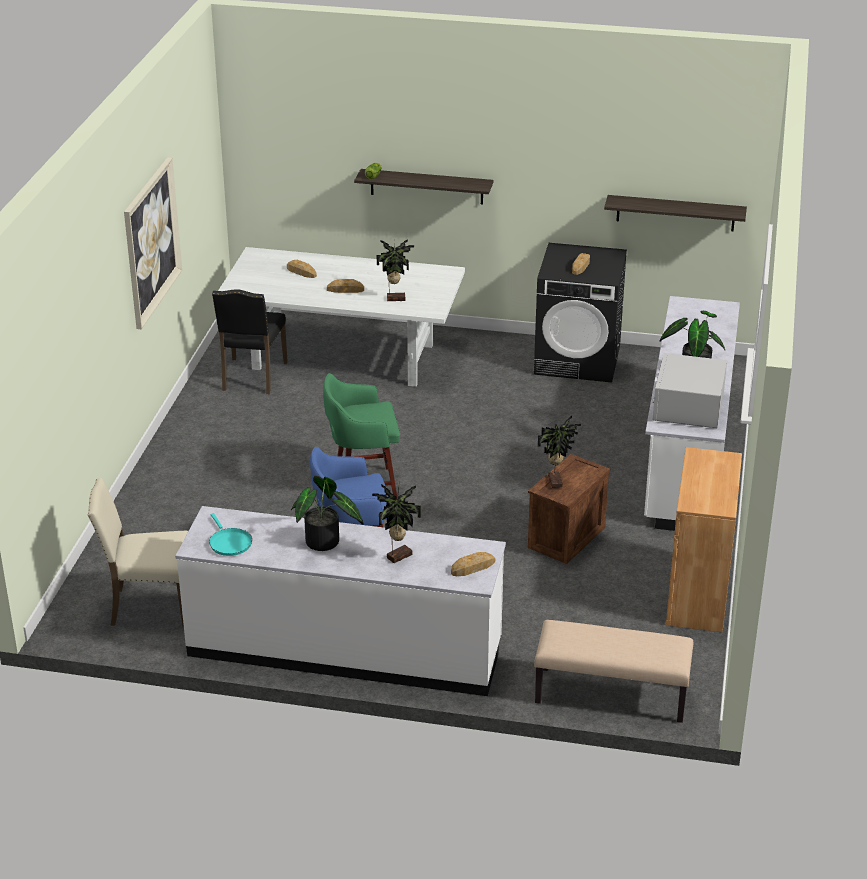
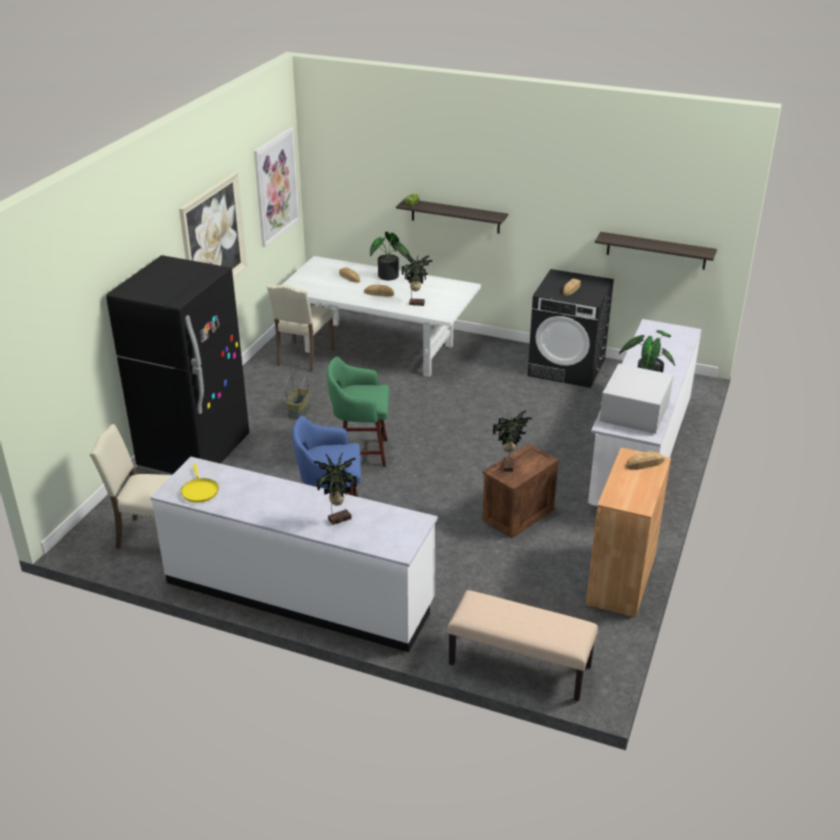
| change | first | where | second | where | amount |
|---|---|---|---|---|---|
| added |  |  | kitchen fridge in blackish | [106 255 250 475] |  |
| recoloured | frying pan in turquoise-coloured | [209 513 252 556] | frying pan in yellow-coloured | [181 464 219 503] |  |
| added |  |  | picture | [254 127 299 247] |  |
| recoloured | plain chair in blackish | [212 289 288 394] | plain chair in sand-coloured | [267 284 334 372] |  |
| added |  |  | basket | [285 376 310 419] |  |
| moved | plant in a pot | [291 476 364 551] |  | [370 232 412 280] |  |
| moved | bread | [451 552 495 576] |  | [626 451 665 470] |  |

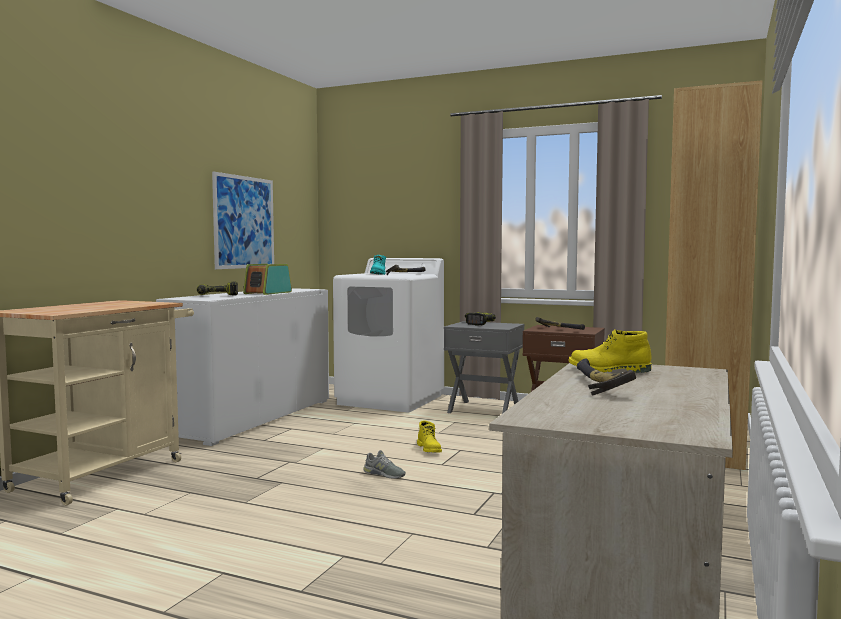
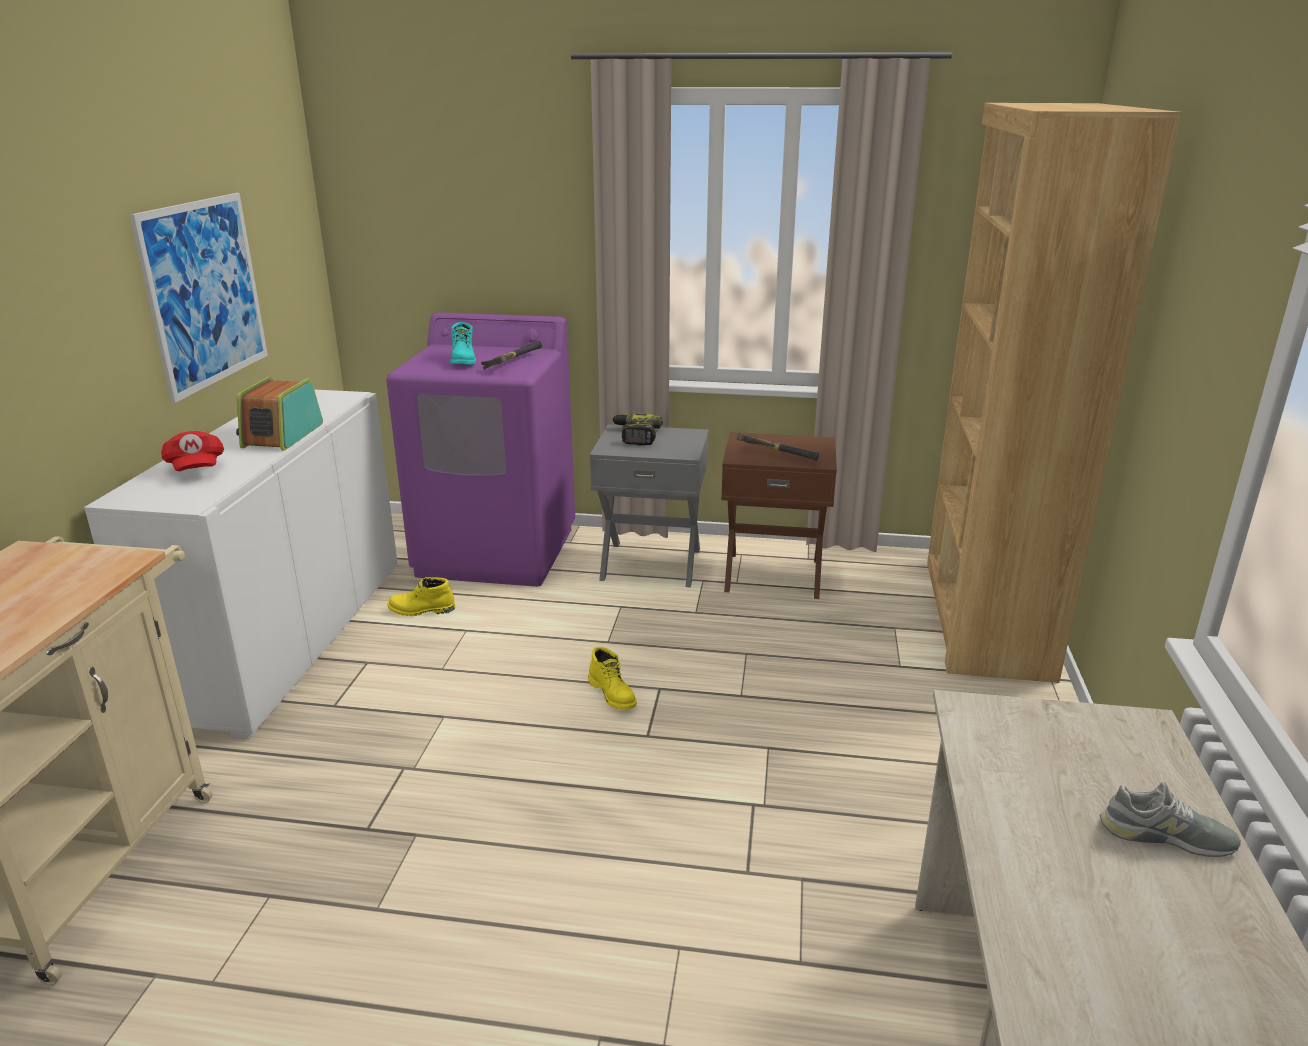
| change | first | where | second | where | amount |
|---|---|---|---|---|---|
| replaced | power drill | [197 282 238 295] | baseball cap in reddish | [161 431 224 471] |  |
| recoloured | laundry machine in white | [333 258 444 412] | laundry machine in purple-coloured | [386 312 575 587] |  |
| moved | tall boot in yellow-coloured | [568 329 651 373] |  | [388 577 455 616] |  |
| moved | shoe in grey | [363 450 406 478] |  | [1099 782 1241 857] |  |
| removed | hammer | [577 358 636 395] |  |  |  |

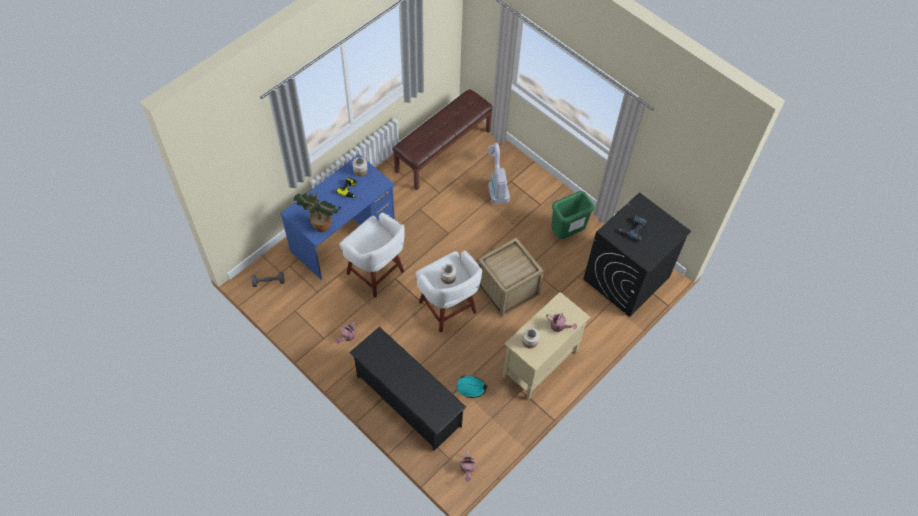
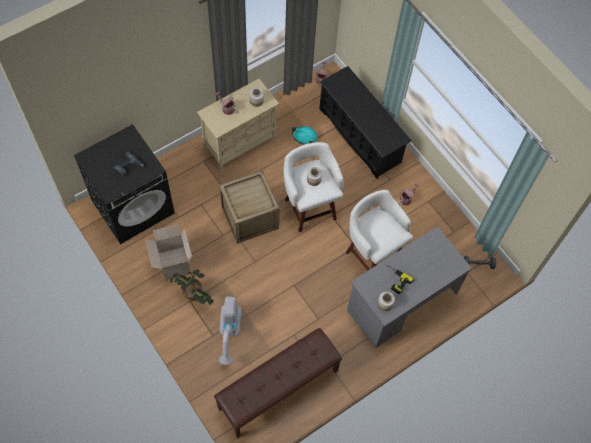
| change | first | where | second | where | amount |
|---|---|---|---|---|---|
| replaced | trash can in greenish | [551 191 595 239] | packing box | [145 225 192 281] |  |
| moved | plant in a pot | [293 192 341 232] |  | [170 270 213 305] |  |
| recoloured | desk in bluish | [280 154 395 279] | desk in grey | [347 226 472 349] |  |

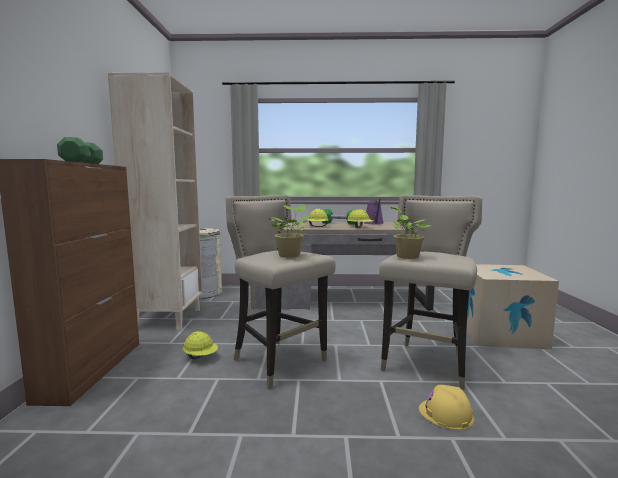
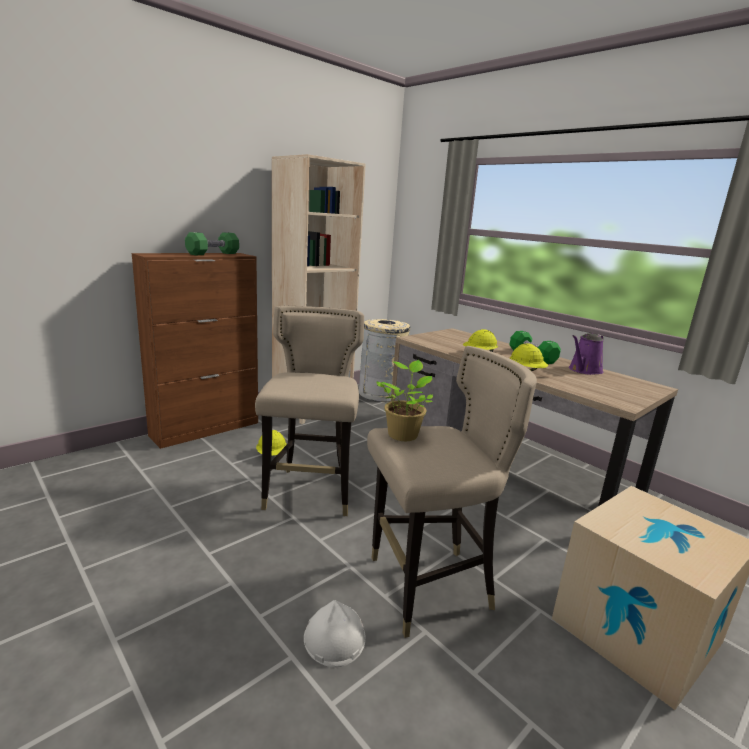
| change | first | where | second | where | amount |
|---|---|---|---|---|---|
| recoloured | safety helmet in yellow-coloured | [419 385 475 430] | safety helmet in white | [304 600 366 667] |  |
| removed | plant in a pot | [268 205 311 258] |  |  |  |

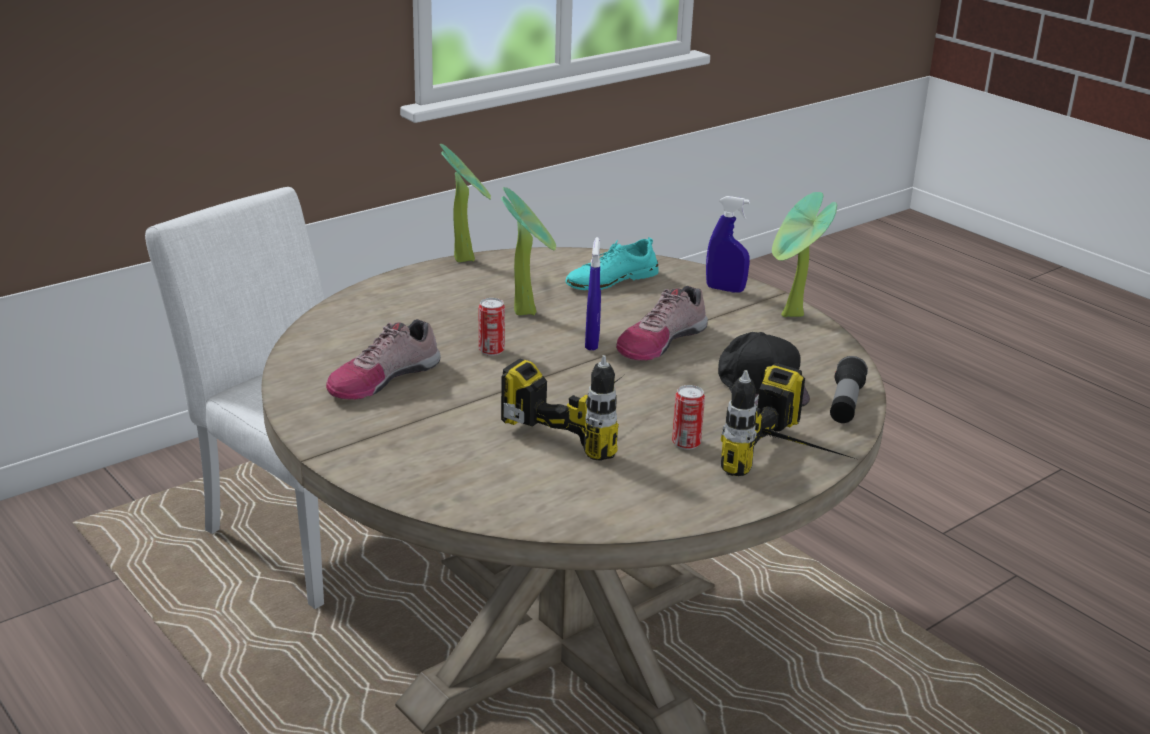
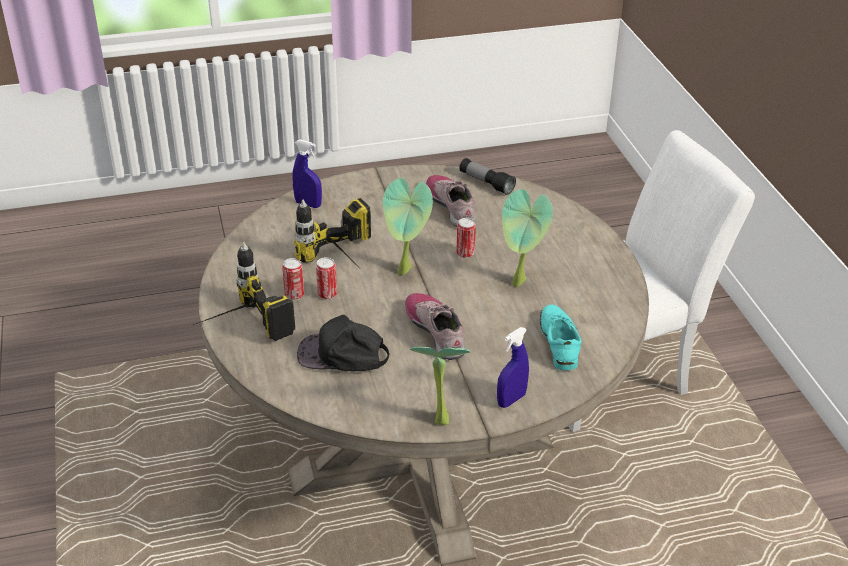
| change | first | where | second | where | amount |
|---|---|---|---|---|---|
| moved | sprayer in bluish | [585 237 601 350] |  | [292 139 322 208] |  |
| added |  |  | sealed can | [316 257 337 299] |  |
| moved | plant in a pot | [439 144 491 262] |  | [383 178 433 275] |  |
| moved | torch | [830 356 868 423] |  | [459 158 516 195] |  |

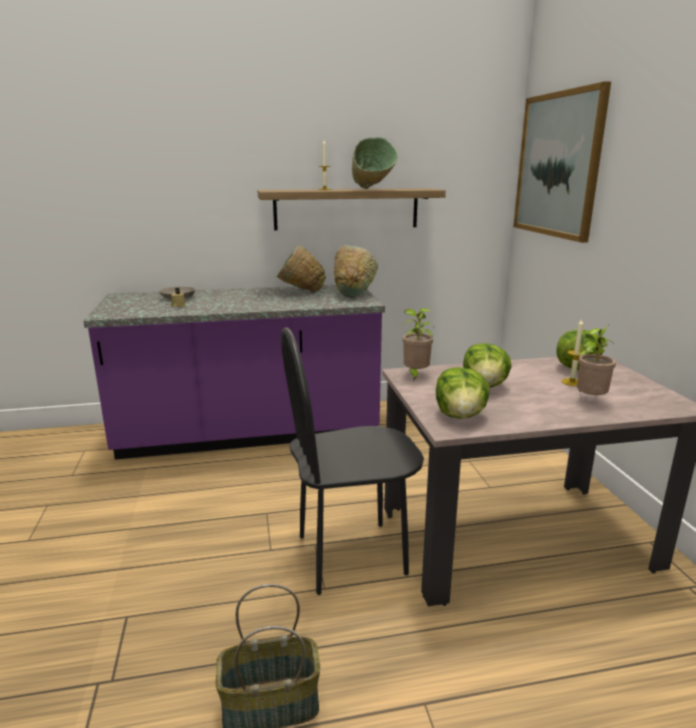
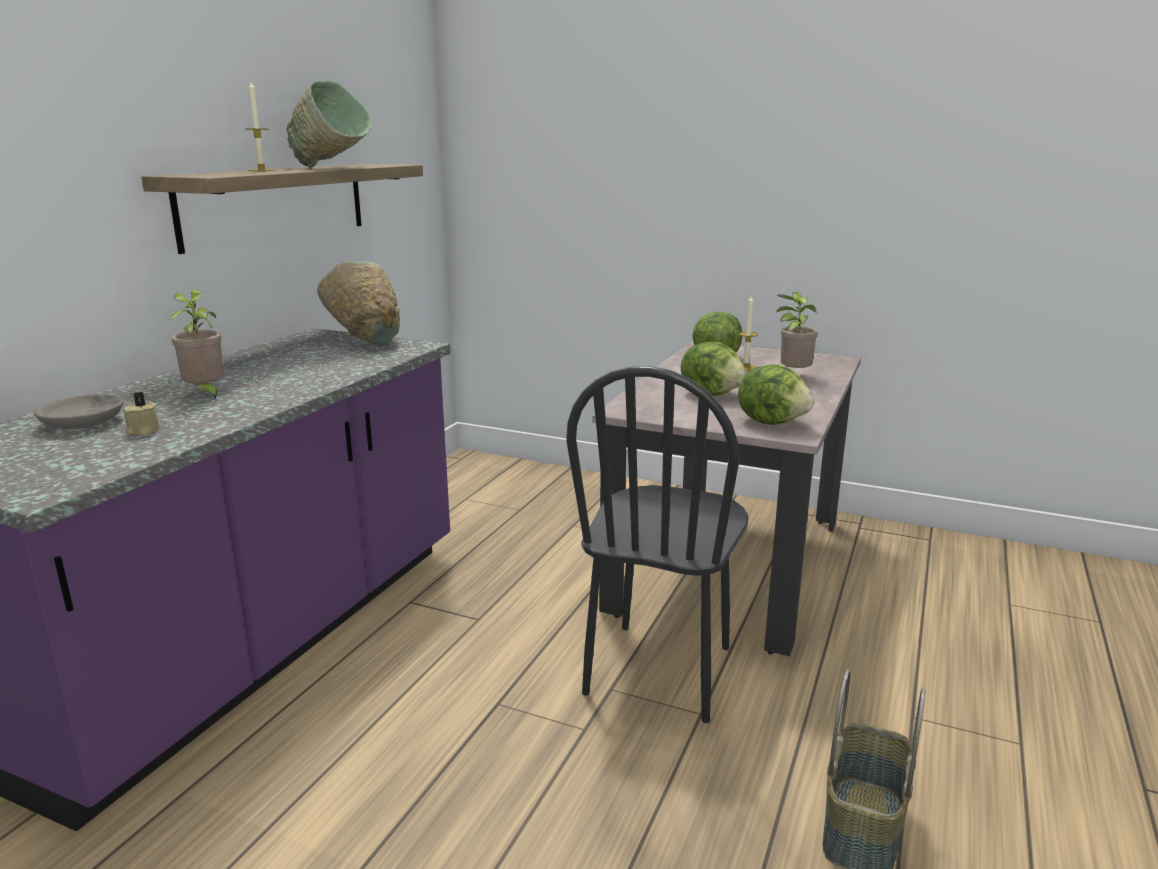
| change | first | where | second | where | amount |
|---|---|---|---|---|---|
| moved | plant in a pot | [402 308 434 381] |  | [168 290 224 399] |  |
| removed | deep dish in greenish | [276 245 326 293] |  |  |  |
| removed | picture | [514 81 611 243] |  |  |  |

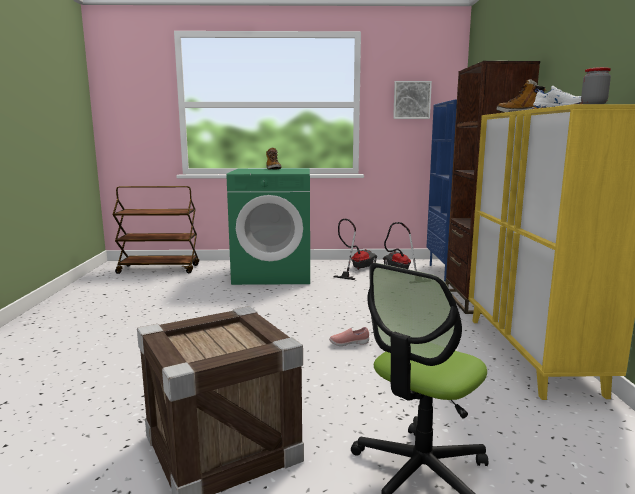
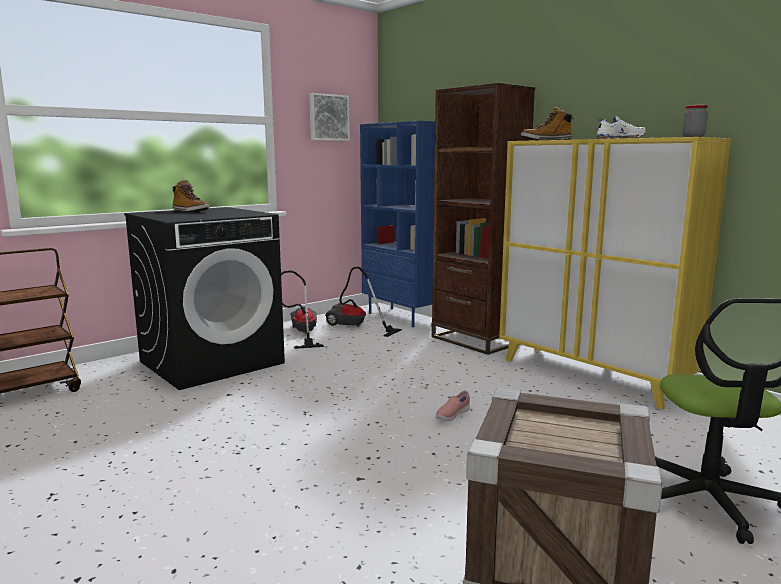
| change | first | where | second | where | amount |
|---|---|---|---|---|---|
| recoloured | laundry machine in greenish | [226 168 310 285] | laundry machine in blackish | [124 207 285 390] |  |

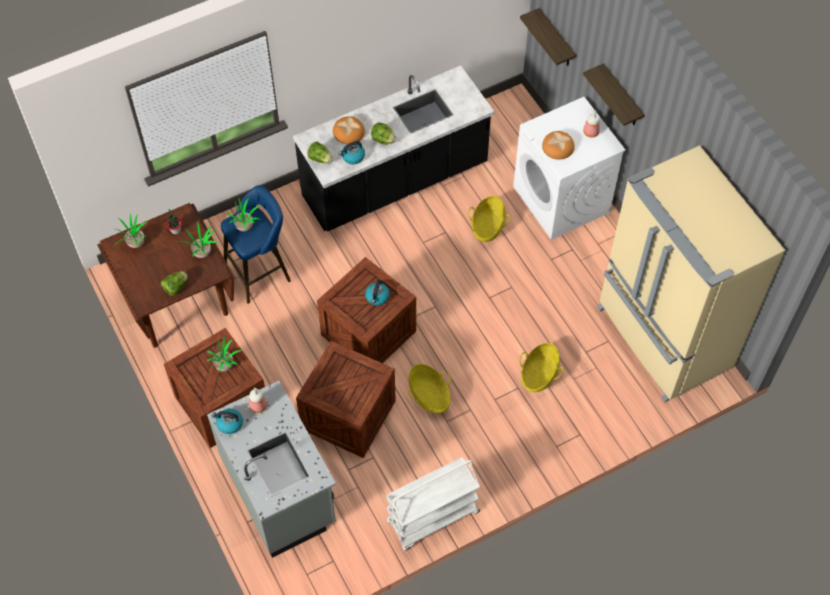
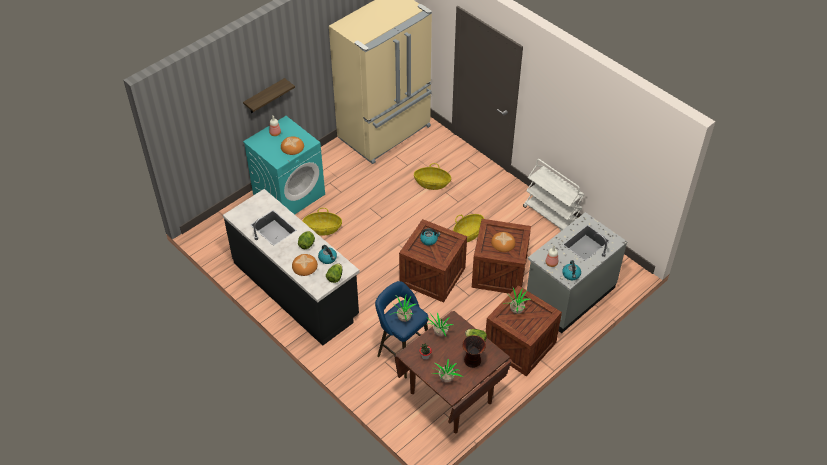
| change | first | where | second | where | amount |
|---|---|---|---|---|---|
| recoloured | laundry machine in white | [513 97 626 240] | laundry machine in turquoise-coloured | [243 116 325 215] |  |
| added |  |  | decorative vase | [462 335 486 368] |  |
| added |  |  | bread | [491 232 516 252] |  |
| removed | bracket shelf | [520 8 576 66] |  |  |  |

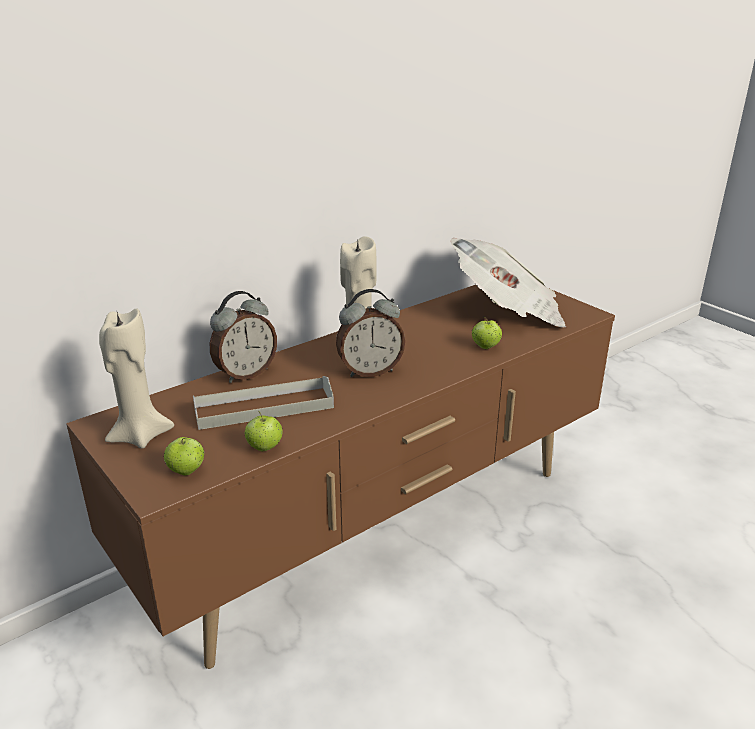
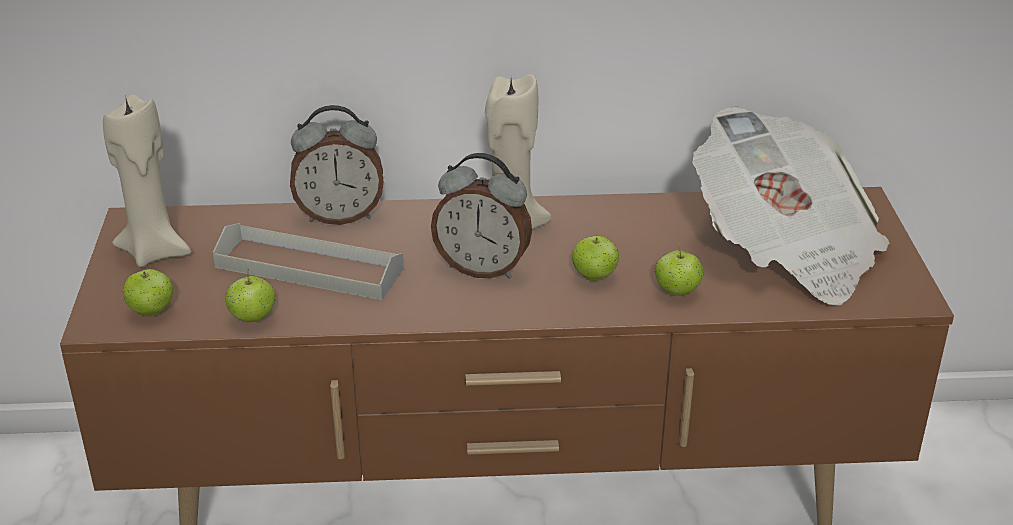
| change | first | where | second | where | amount |
|---|---|---|---|---|---|
| added |  |  | apple fruit | [572 236 619 281] |  |

